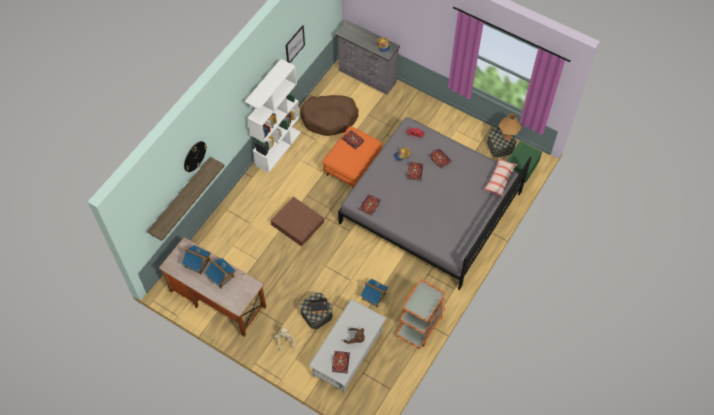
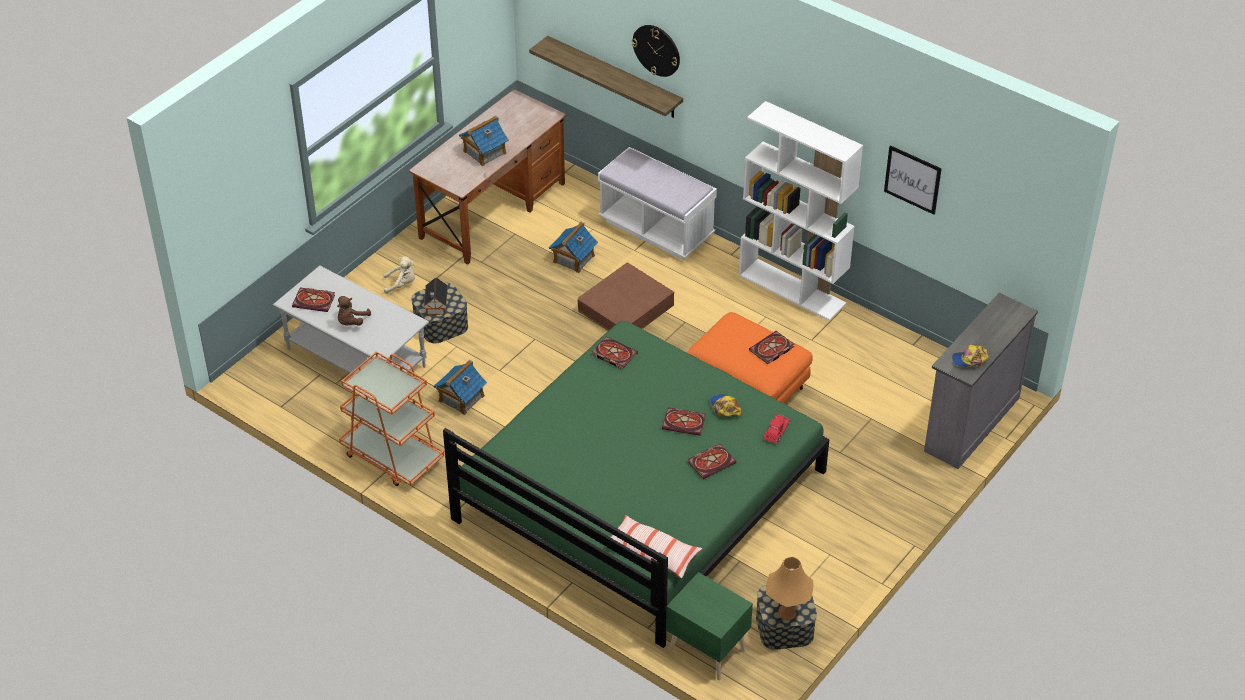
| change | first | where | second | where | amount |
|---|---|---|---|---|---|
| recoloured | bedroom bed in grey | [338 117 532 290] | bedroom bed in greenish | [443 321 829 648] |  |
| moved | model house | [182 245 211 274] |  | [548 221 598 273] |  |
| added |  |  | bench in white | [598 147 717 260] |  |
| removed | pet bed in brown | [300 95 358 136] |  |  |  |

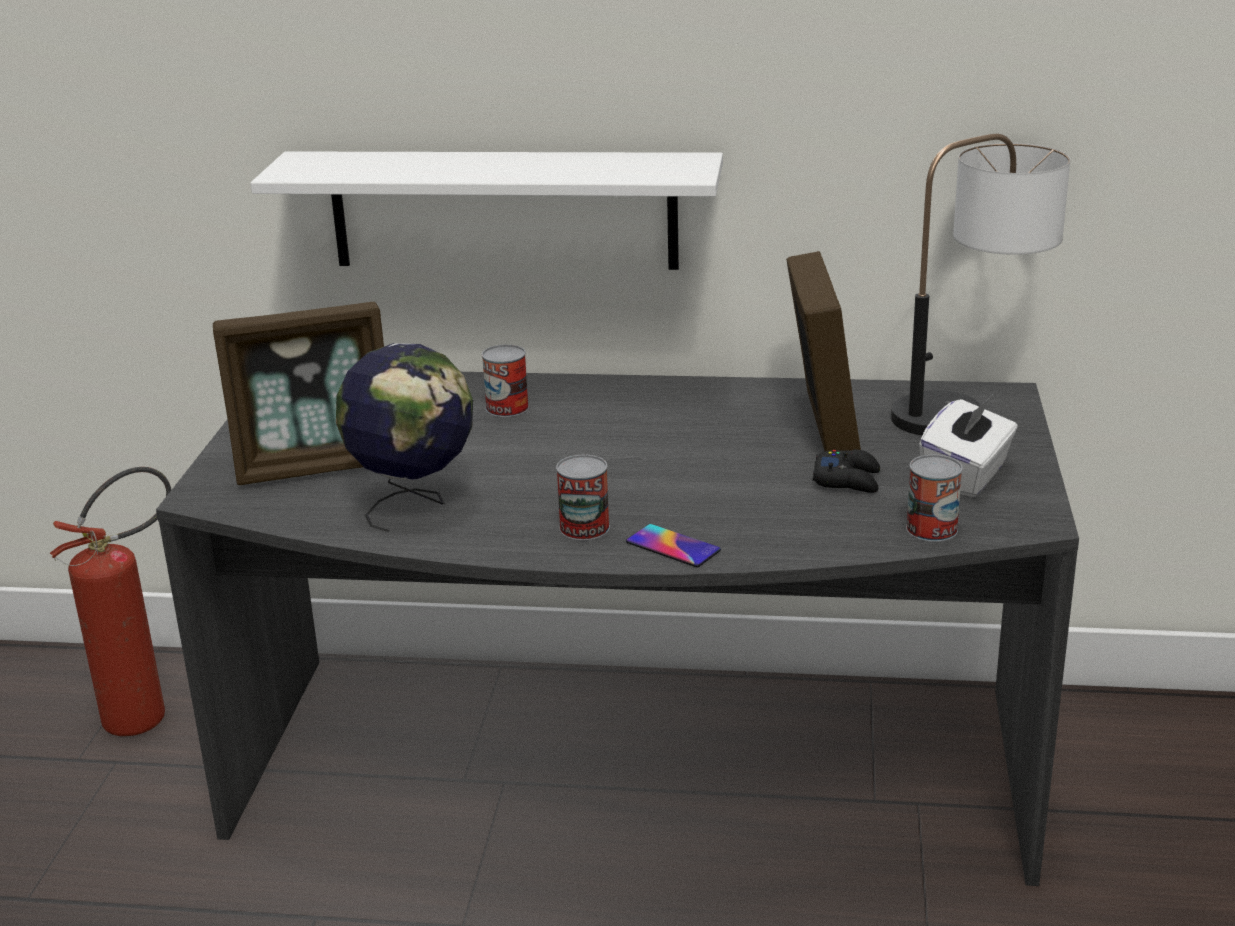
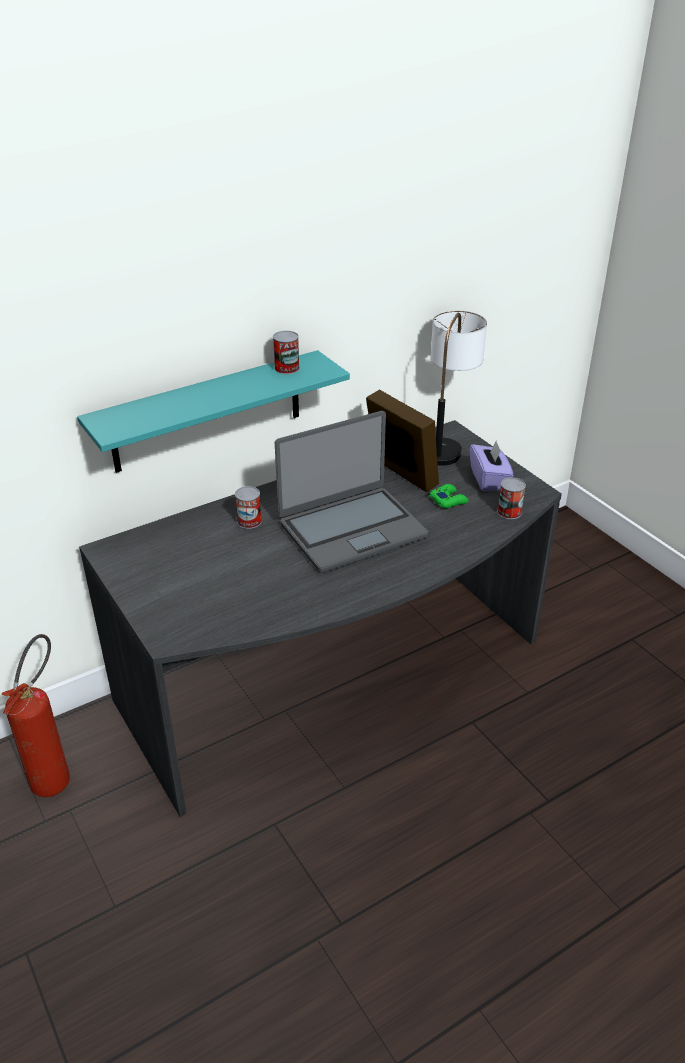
| change | first | where | second | where | amount |
|---|---|---|---|---|---|
| recoloured | bracket shelf in white | [250 151 723 270] | bracket shelf in turquoise-coloured | [77 350 350 473] |  |
| moved | sealed can | [556 455 610 541] |  | [273 331 300 374] |  |
| added |  |  | portable computer | [275 411 428 573] |  |
| recoloured | gamepad in blackish | [813 449 880 493] | gamepad in greenish | [430 484 469 508] |  |
| recoloured | tissue box in white | [919 395 1018 497] | tissue box in purple-coloured | [470 440 513 491] |  |
| removed | standing frame | [213 302 384 485] |  |  |  |
| removed | world globe | [336 343 473 532] |  |  |  |
| removed | handset | [626 524 721 567] |  |  |  |

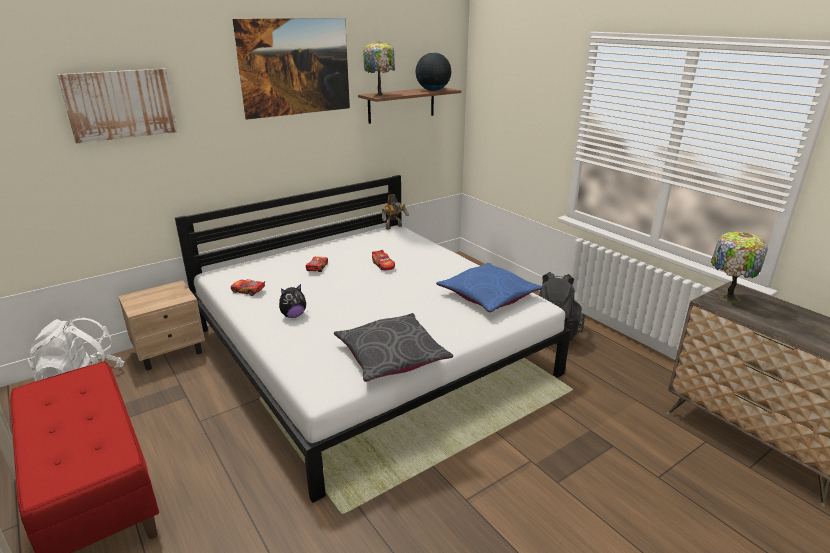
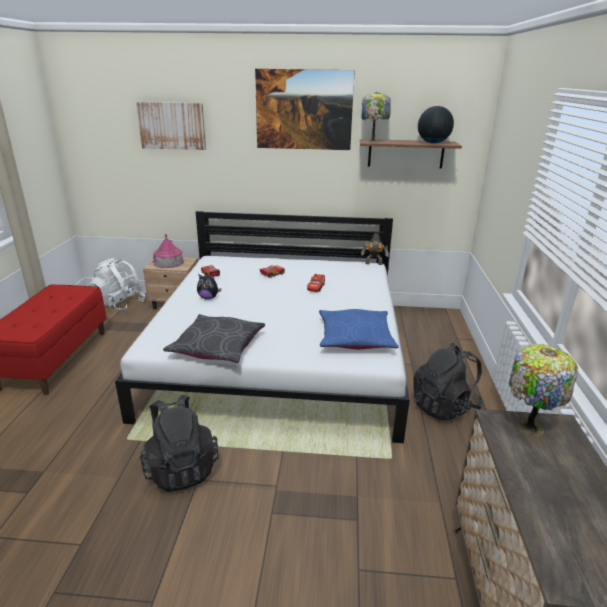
| change | first | where | second | where | amount |
|---|---|---|---|---|---|
| added |  |  | knapsack in blackish | [140 395 219 492] |  |
| added |  |  | model house | [152 234 184 268] |  |

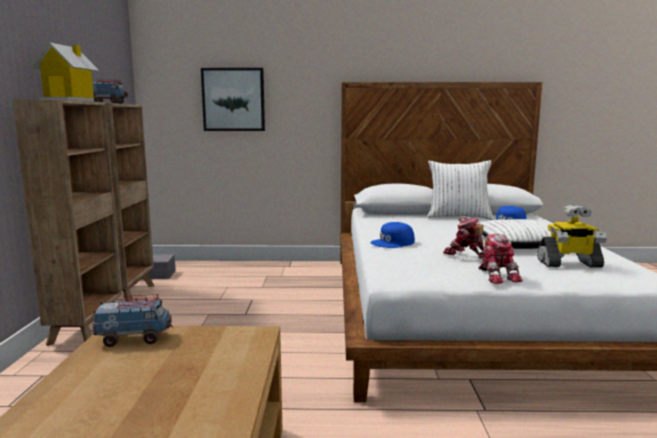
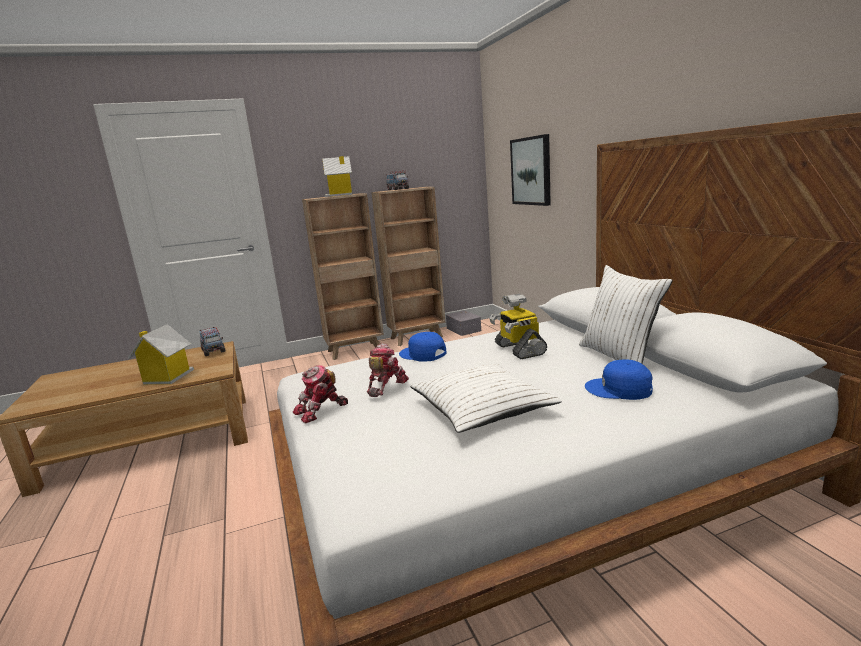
| change | first | where | second | where | amount |
|---|---|---|---|---|---|
| added |  |  | model house | [128 324 194 385] |  |
| moved | model robot | [537 205 607 268] |  | [489 294 547 359] |  |

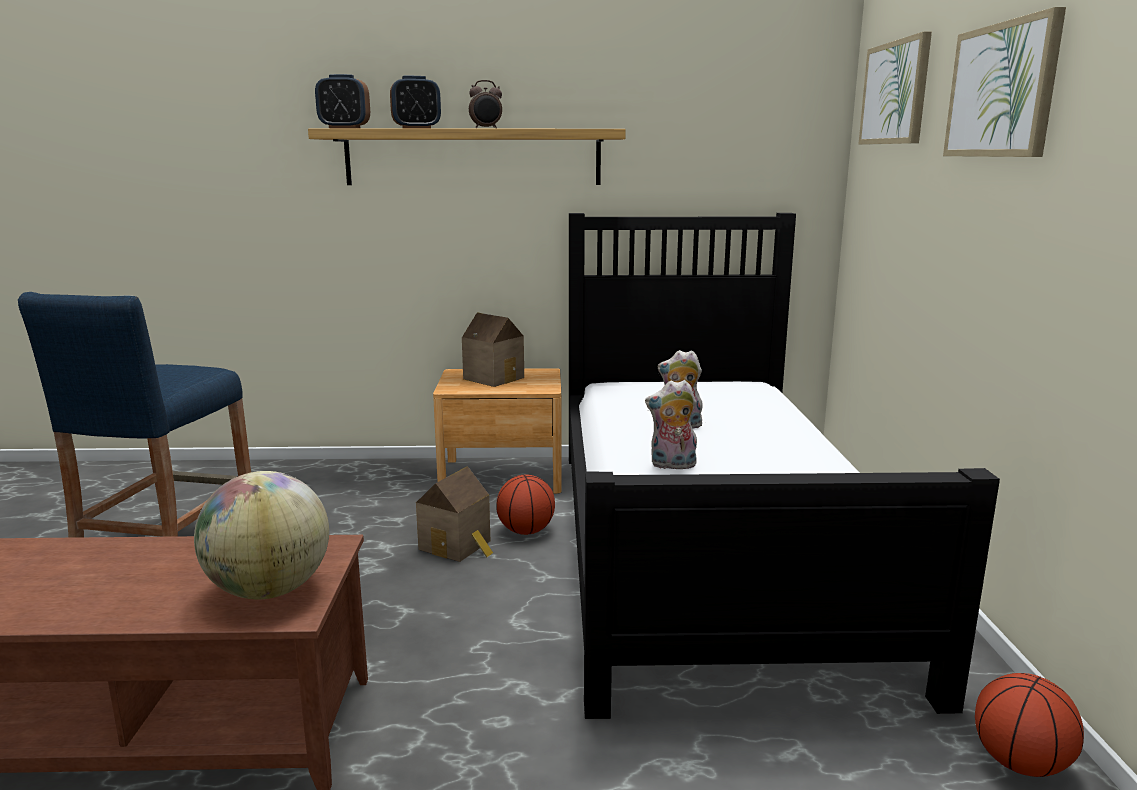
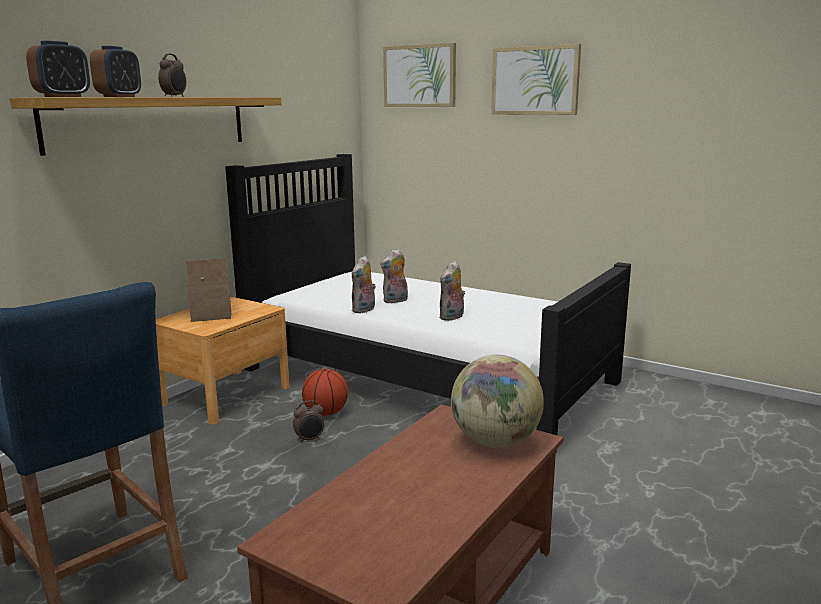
| change | first | where | second | where | amount |
|---|---|---|---|---|---|
| replaced | model house | [416 466 493 562] | bedside clock | [293 400 324 443] |  |
| added |  |  | cuddly toy | [352 255 376 314] |  |
| removed | ball for basketball | [975 673 1084 777] |  |  |  |

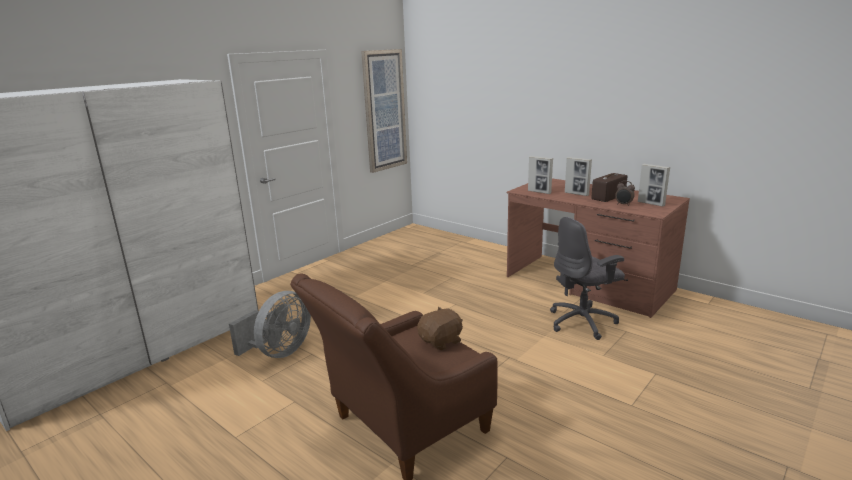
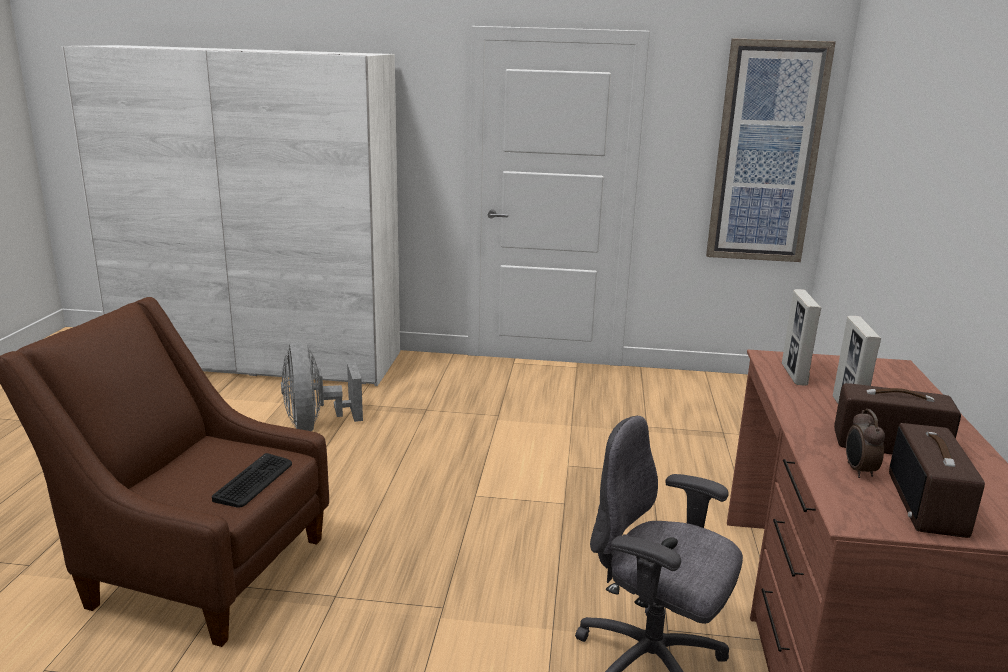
| change | first | where | second | where | amount |
|---|---|---|---|---|---|
| replaced | cuddly toy in brown | [417 307 463 351] | computer keyboard | [212 453 292 508] |  |
| turned | electric fan in grey | [229 291 311 358] |  | [281 342 363 431] | 75 degrees clockwise |
| replaced | standing frame | [638 164 670 207] | radio receiver | [889 423 985 538] |  |

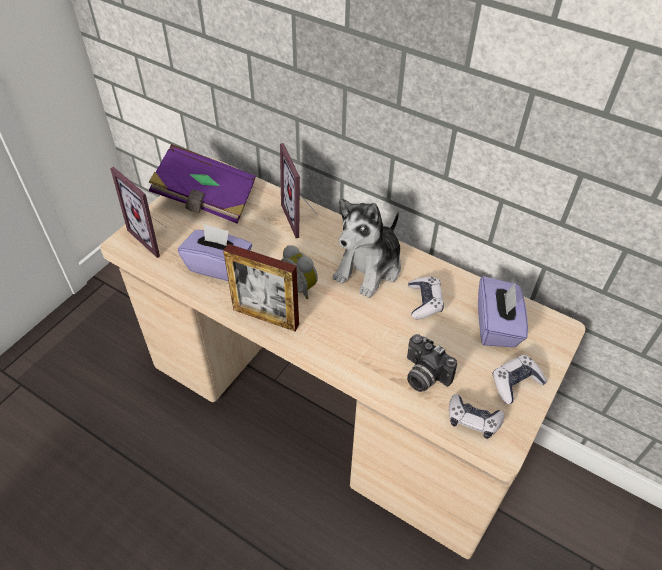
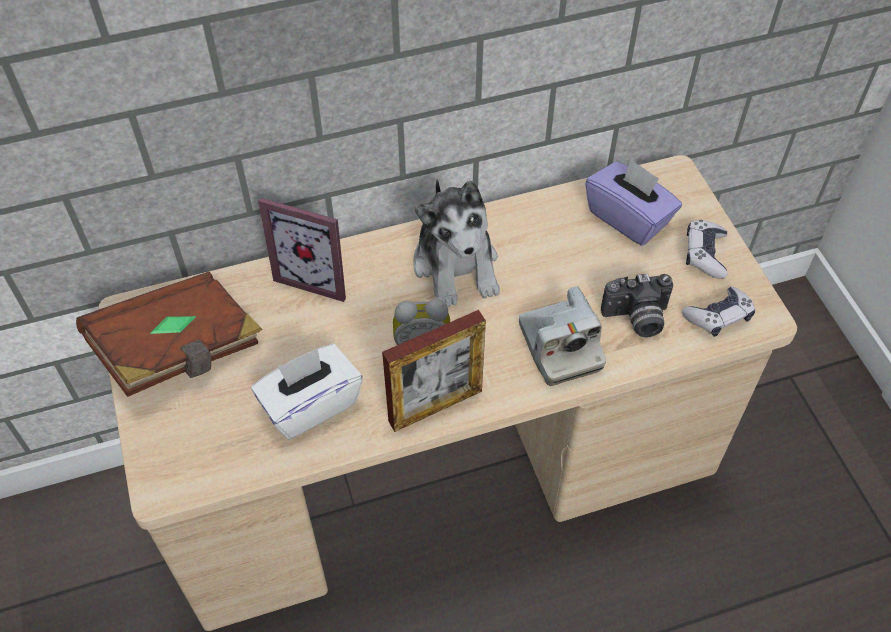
| change | first | where | second | where | amount |
|---|---|---|---|---|---|
| recoloured | book in purple-coloured | [149 144 256 223] | book in brown | [76 272 263 397] |  |
| recoloured | tissue box in purple-coloured | [178 224 252 281] | tissue box in white | [251 344 363 439] |  |
| added |  |  | photo camera | [519 286 606 386] |  |
| removed | standing frame | [110 167 168 258] |  |  |  |
| removed | gamepad | [408 277 444 319] |  |  |  |

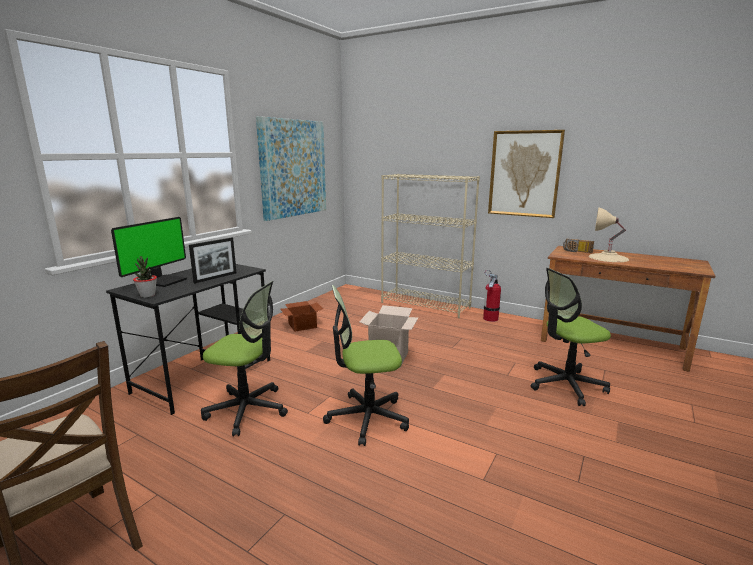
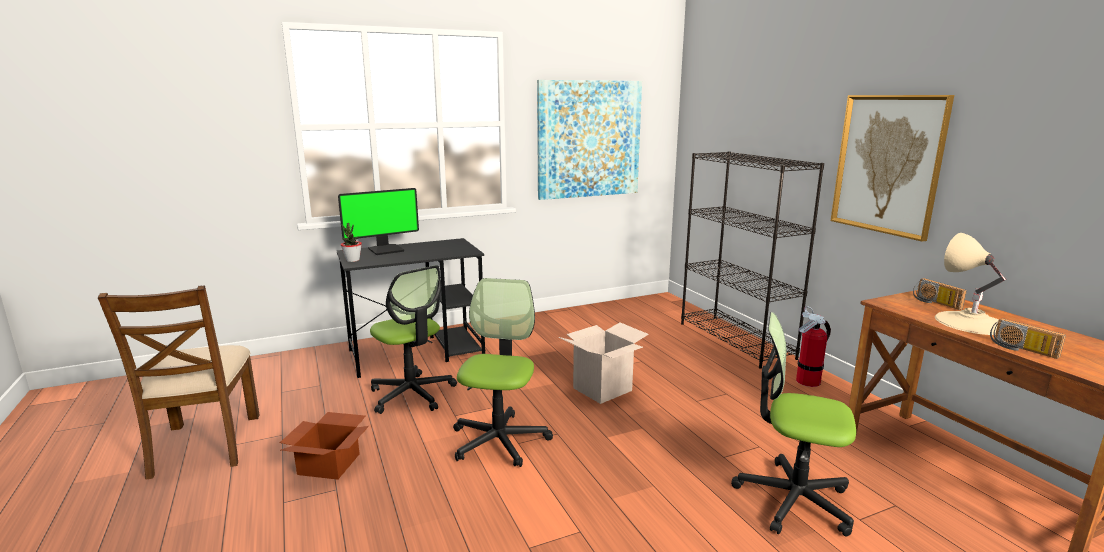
| change | first | where | second | where | amount |
|---|---|---|---|---|---|
| moved | packing box | [281 301 323 332] |  | [280 412 369 480] |  |
| turned | computer chair | [323 285 409 446] |  | [453 278 553 467] | 75 degrees clockwise |
| recoloured | shelving unit in sand-coloured | [381 174 480 318] | shelving unit in blackish | [681 152 824 369] |  |
| added |  |  | radio receiver | [990 318 1066 359] |  |
| removed | standing frame | [189 237 236 283] |  |  |  |

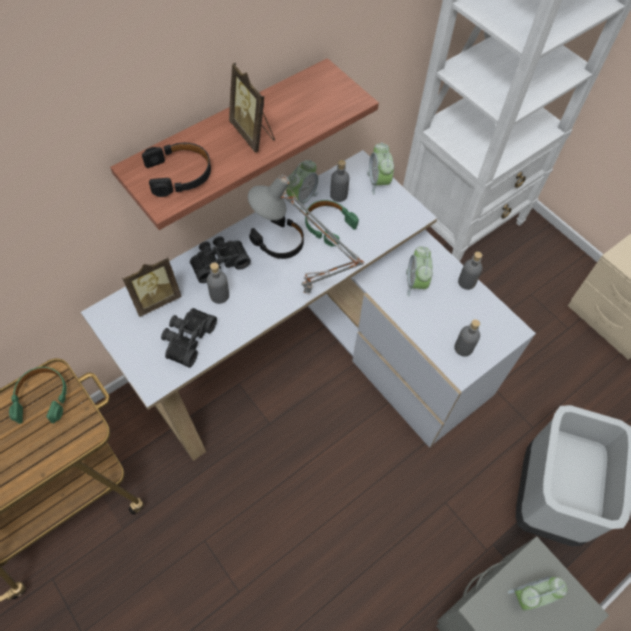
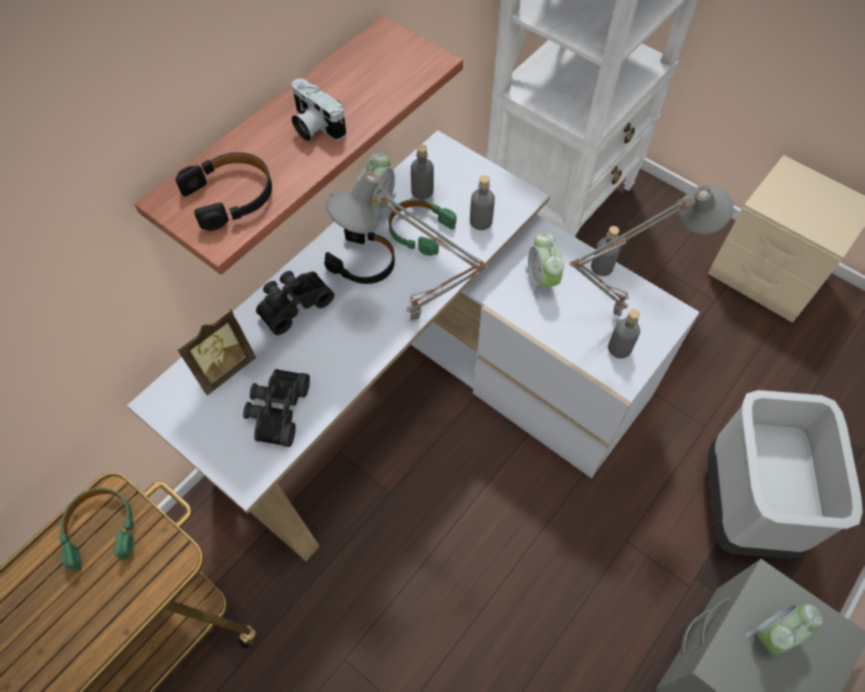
| change | first | where | second | where | amount |
|---|---|---|---|---|---|
| replaced | standing frame | [229 63 275 153] | photo camera | [291 78 346 142] |  |
| moved | bottle in grey | [207 262 229 304] |  | [470 175 495 230] |  |
| added |  |  | lamp for a table in grey | [570 185 734 317] |  |
| removed | bedside clock | [367 142 394 195] |  |  |  |

